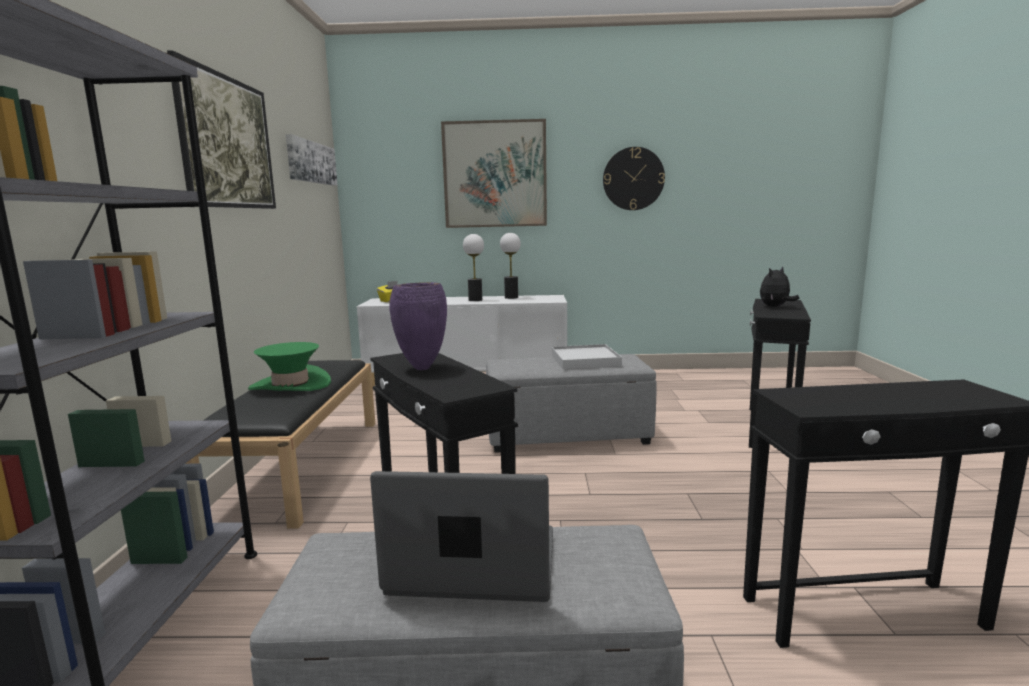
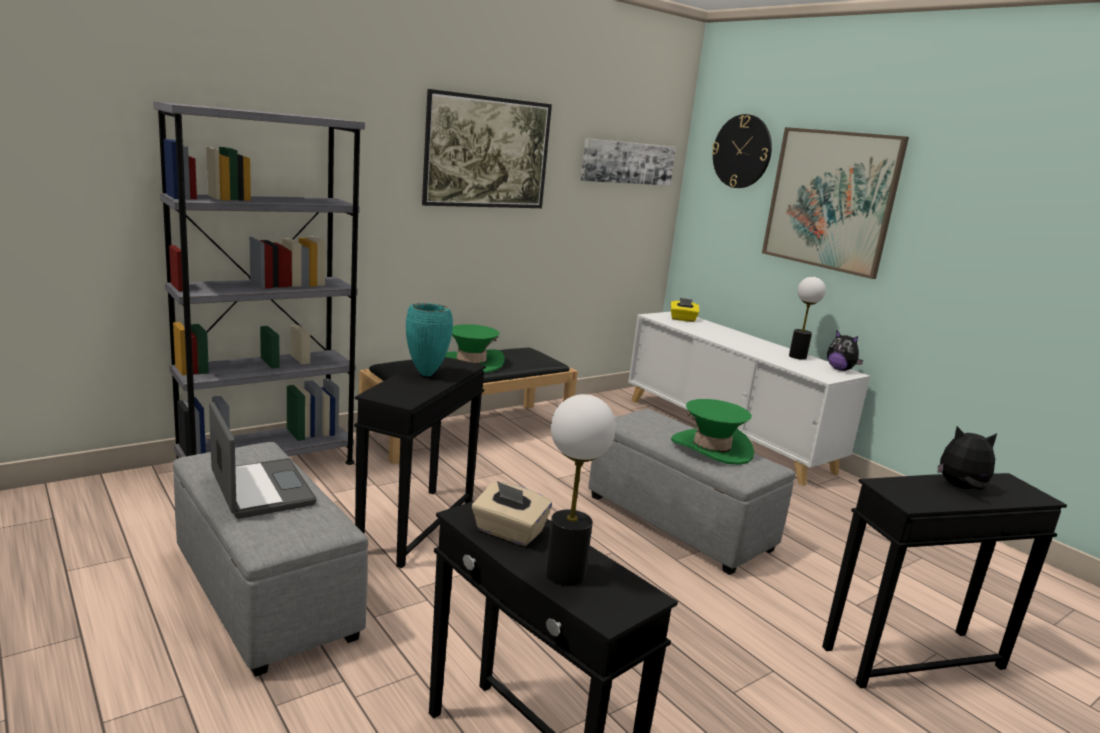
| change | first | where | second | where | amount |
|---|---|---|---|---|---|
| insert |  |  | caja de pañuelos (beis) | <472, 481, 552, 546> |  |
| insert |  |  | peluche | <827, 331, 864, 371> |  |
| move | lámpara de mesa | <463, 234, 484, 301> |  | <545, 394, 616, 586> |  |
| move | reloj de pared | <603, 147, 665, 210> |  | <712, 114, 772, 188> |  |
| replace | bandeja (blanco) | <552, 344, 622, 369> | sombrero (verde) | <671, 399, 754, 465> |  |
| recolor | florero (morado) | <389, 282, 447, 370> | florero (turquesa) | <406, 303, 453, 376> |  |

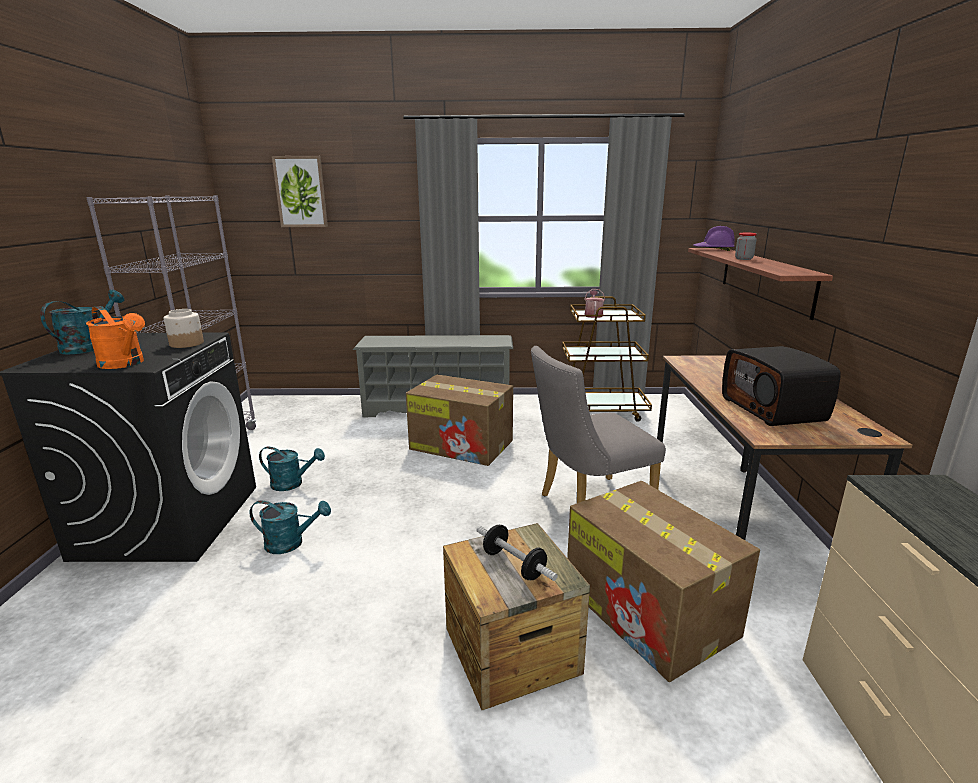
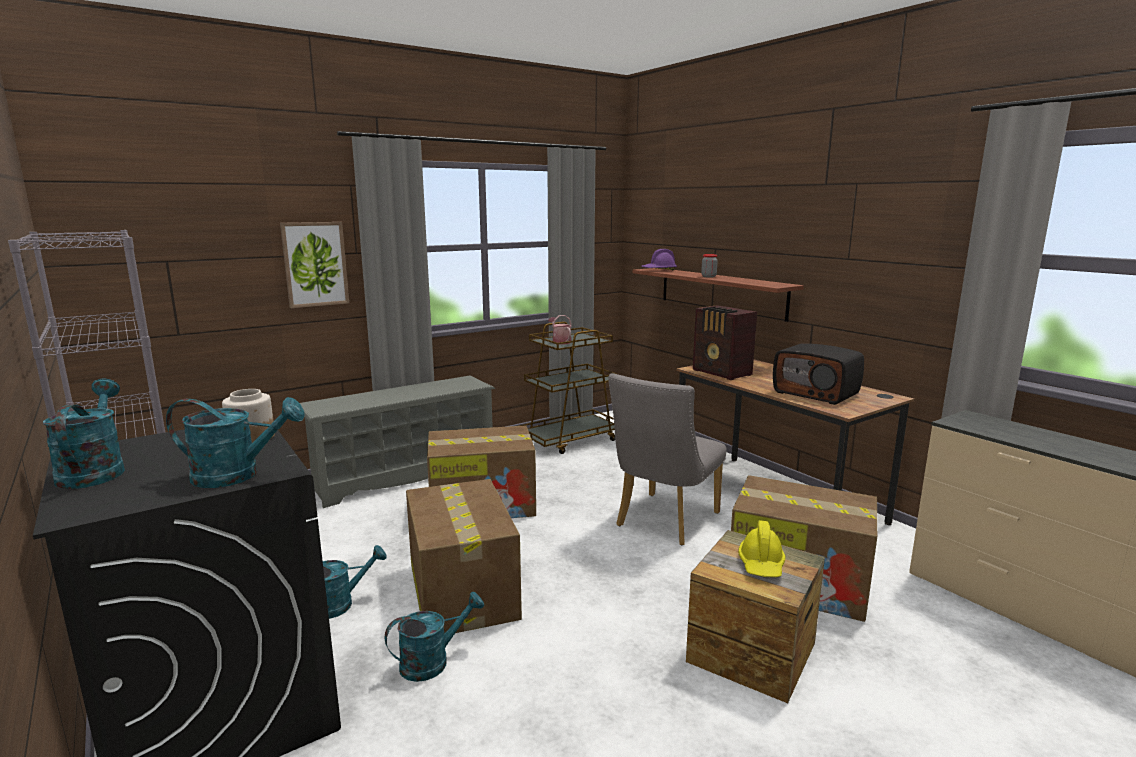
| change | first | where | second | where | amount |
|---|---|---|---|---|---|
| insert |  |  | caja de cartón | <406, 479, 522, 634> |  |
| insert |  |  | radio | <693, 305, 757, 380> |  |
| move | cuadro | <272, 156, 328, 227> |  | <280, 222, 349, 308> |  |
| replace | mancuerna | <476, 525, 558, 581> | casco (amarillo) | <738, 521, 785, 577> |  |
| recolor | regadera (naranja) | <86, 306, 145, 369> | regadera (turquesa) | <166, 397, 305, 488> |  |

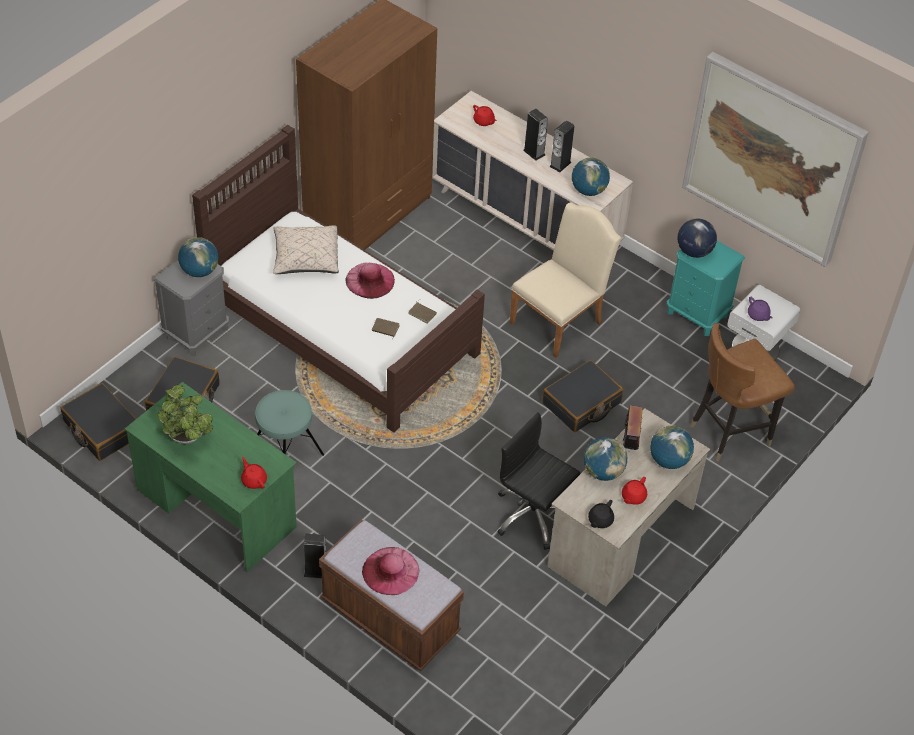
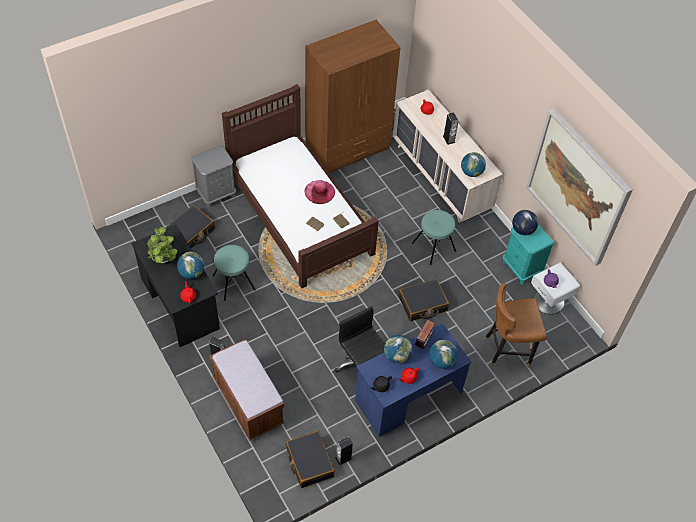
| change | first | where | second | where | amount |
|---|---|---|---|---|---|
| delete | cojín (beis) | <273, 225, 339, 274> |  |  |  |
| delete | sombrero (rosa) | <362, 547, 419, 595> |  |  |  |
| move | maleta (negro) | <60, 383, 136, 461> |  | <286, 431, 335, 488> |  |
| move | globo terráqueo | <178, 237, 218, 277> |  | <177, 252, 204, 279> |  |
| move | altavoz | <549, 120, 575, 172> |  | <335, 436, 353, 465> |  |
| replace | silla (beis) | <510, 202, 621, 358> | taburete (turquesa) | <412, 210, 456, 265> |  |
| recolor | escritorio (verde) | <125, 382, 297, 572> | escritorio (negro) | <131, 225, 220, 347> |  |
| recolor | escritorio (beis) | <547, 408, 710, 607> | escritorio (azul) | <355, 323, 472, 437> |  |

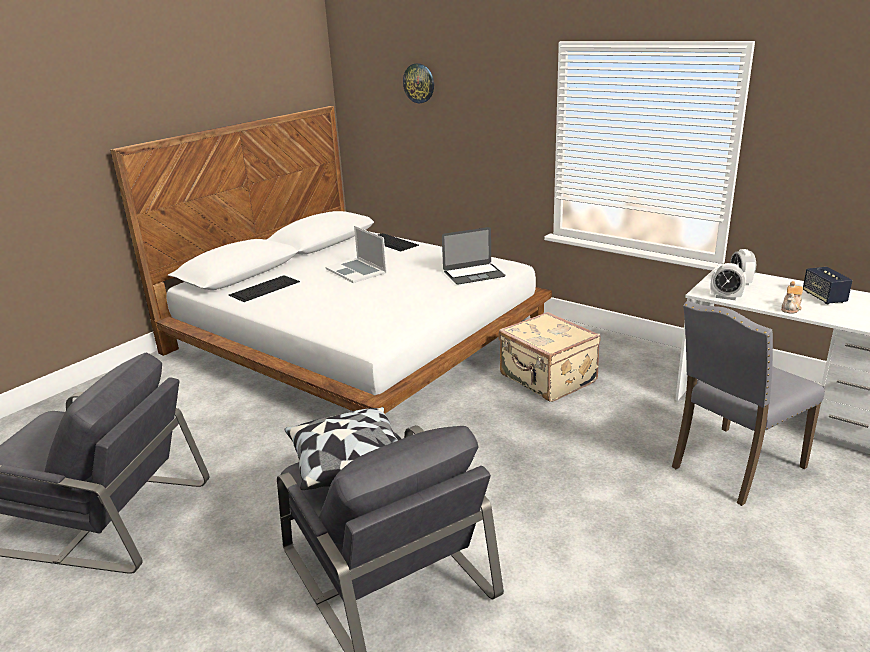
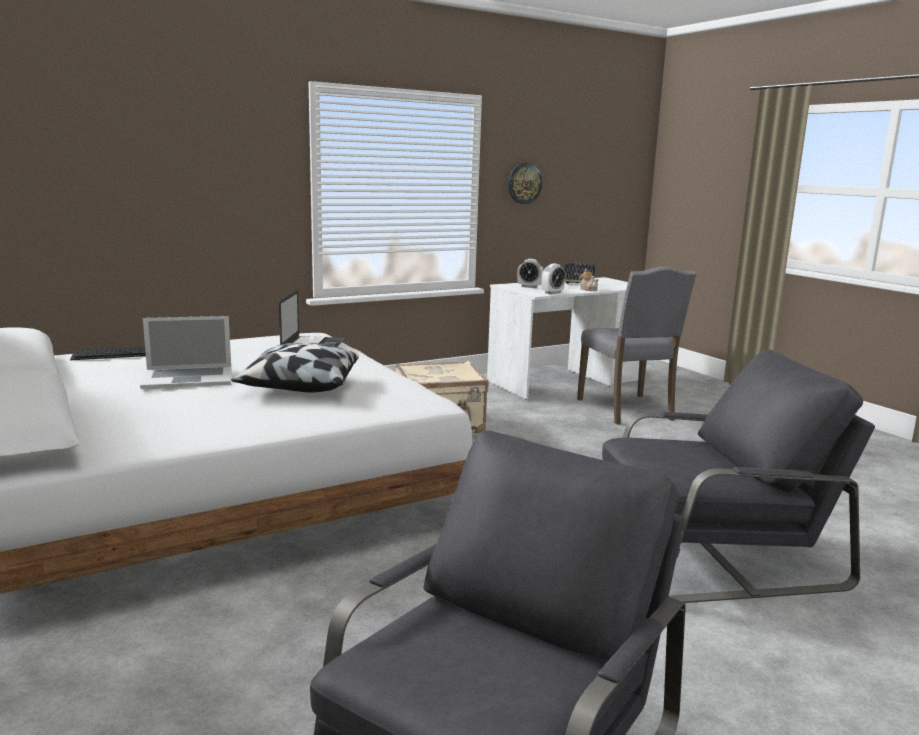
| change | first | where | second | where | amount |
|---|---|---|---|---|---|
| delete | teclado | <229, 275, 300, 302> |  |  |  |
| move | cojín | <284, 407, 398, 490> |  | <231, 343, 359, 392> |  |
| move | reloj de pared | <403, 63, 434, 103> |  | <508, 163, 542, 204> |  |

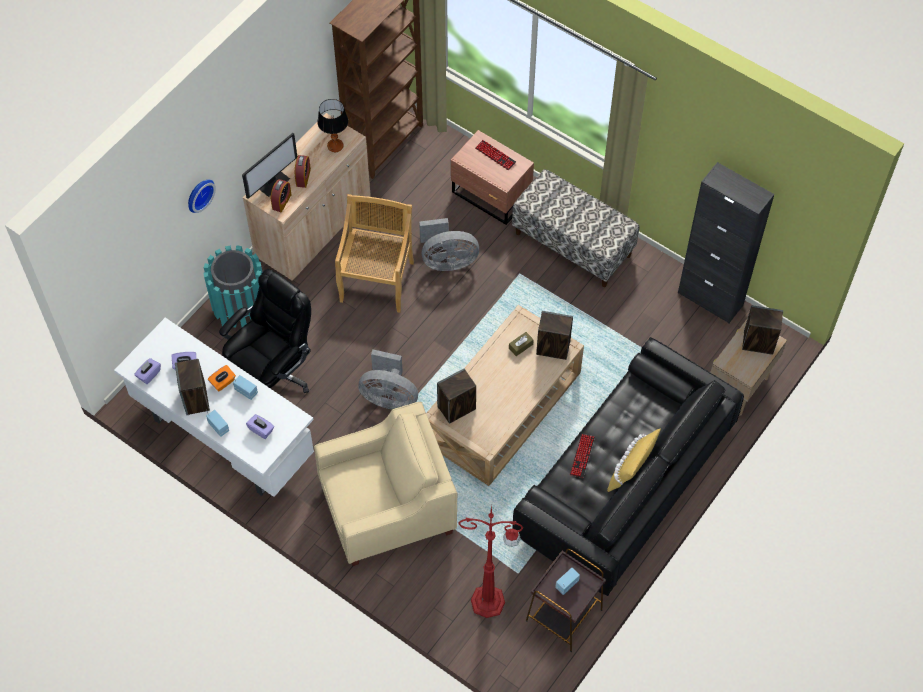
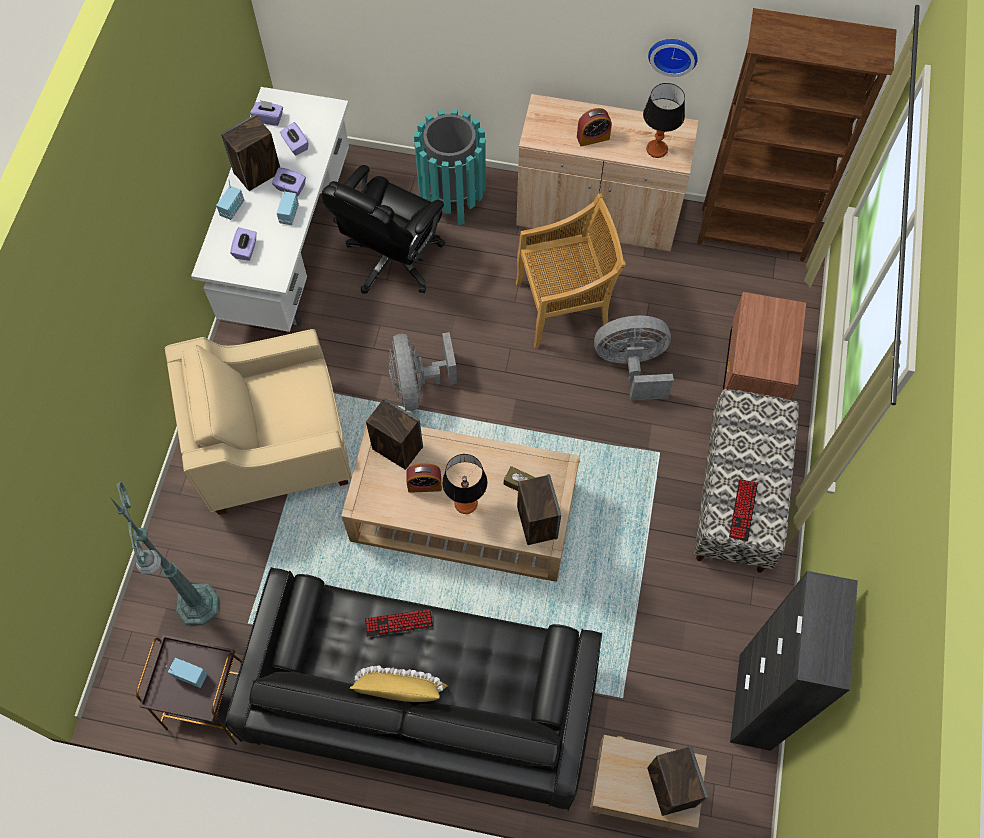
| change | first | where | second | where | amount |
|---|---|---|---|---|---|
| delete | monitor | <242, 133, 297, 199> |  |  |  |
| insert |  |  | lámpara de mesa | <442, 454, 487, 514> |  |
| move | reloj de pared | <188, 179, 216, 213> |  | <648, 39, 698, 77> |  |
| move | despertador | <271, 179, 292, 212> |  | <406, 463, 442, 493> |  |
| move | teclado | <475, 140, 516, 170> |  | <729, 479, 758, 541> |  |
| recolor | caja de pañuelos (naranja) | <208, 365, 236, 391> | caja de pañuelos (morado) | <272, 167, 306, 196> |  |
| recolor | lámpara de pie (rojo) | <458, 504, 523, 618> | lámpara de pie (verde) | <109, 482, 219, 625> |  |
| rotate | silla de oficina (negro) | <219, 269, 311, 393> |  | <321, 165, 445, 294> | 105 degrees clockwise |
| rotate | sillón (beis) | <314, 402, 457, 566> |  | <165, 329, 352, 515> | 120 degrees clockwise |
| rotate | ventilador (gris) | <419, 218, 479, 271> |  | <594, 316, 674, 401> | 120 degrees clockwise |

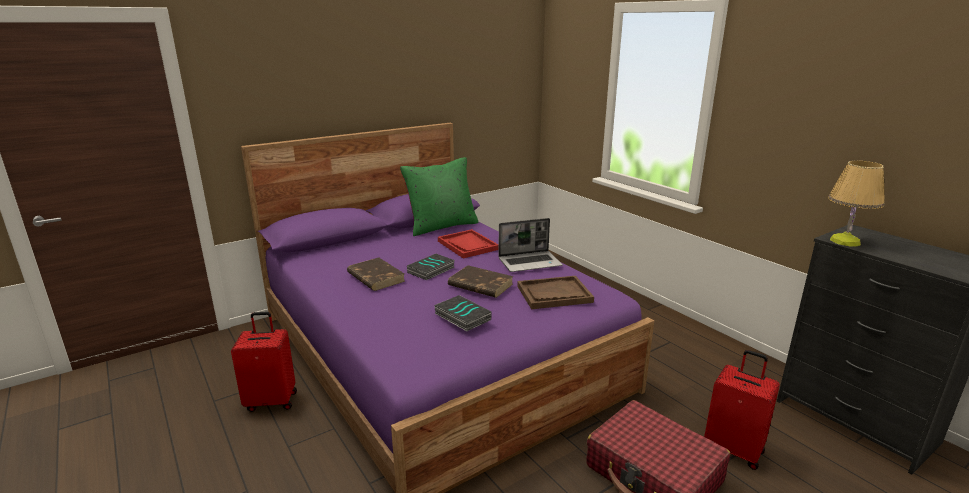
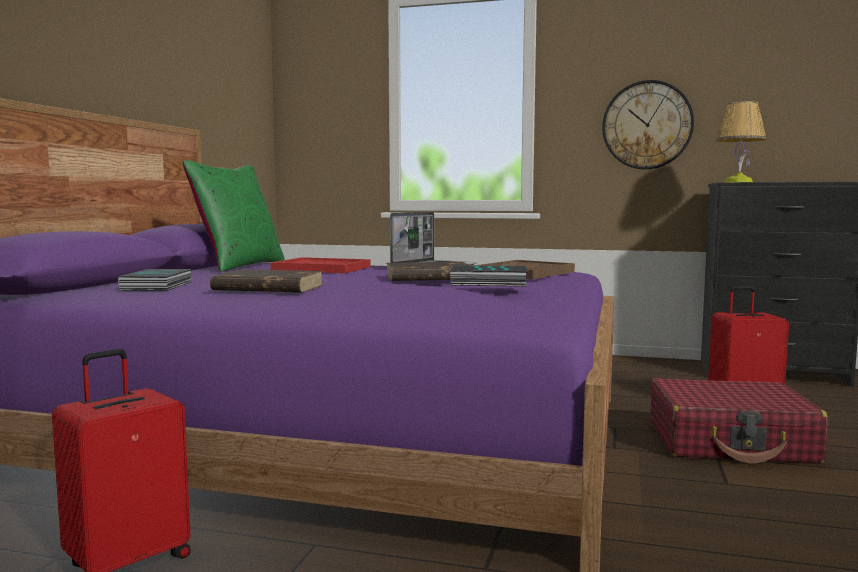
| change | first | where | second | where | amount |
|---|---|---|---|---|---|
| insert |  |  | reloj de pared | <602, 80, 694, 170> |  |
| move | libro | <407, 254, 455, 280> |  | <118, 269, 192, 291> |  |

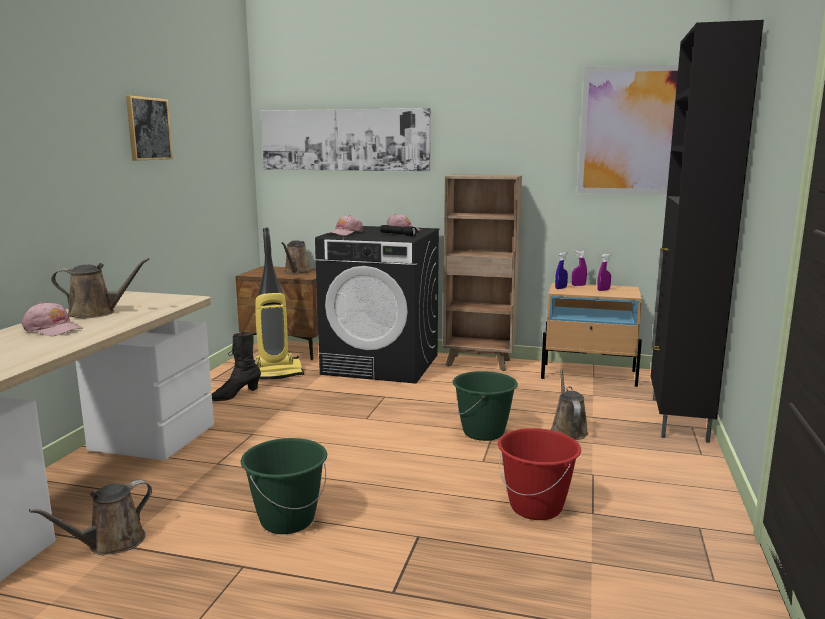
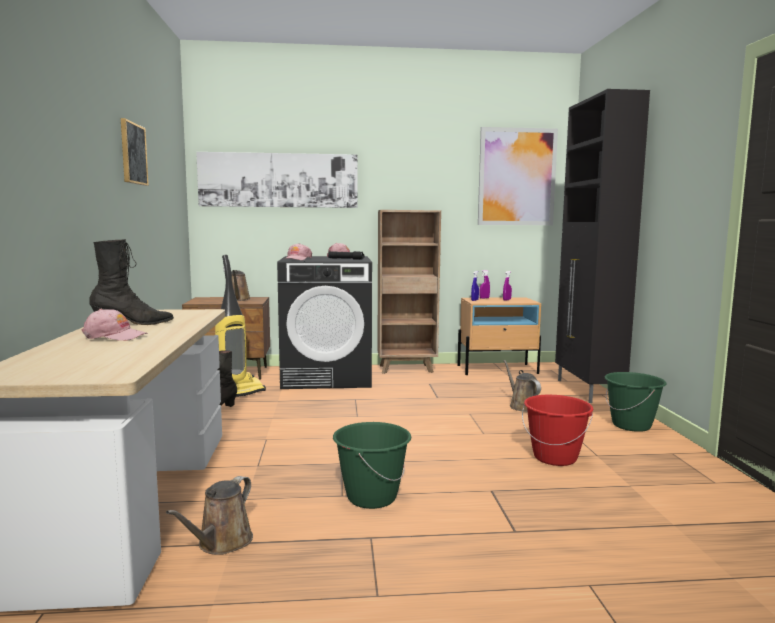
| change | first | where | second | where | amount |
|---|---|---|---|---|---|
| move | cubo (verde) | <453, 371, 518, 441> |  | <605, 372, 667, 432> |  |
| replace | regadera (marrón) | <51, 258, 150, 318> | bota (negro) | <89, 239, 174, 325> |  |

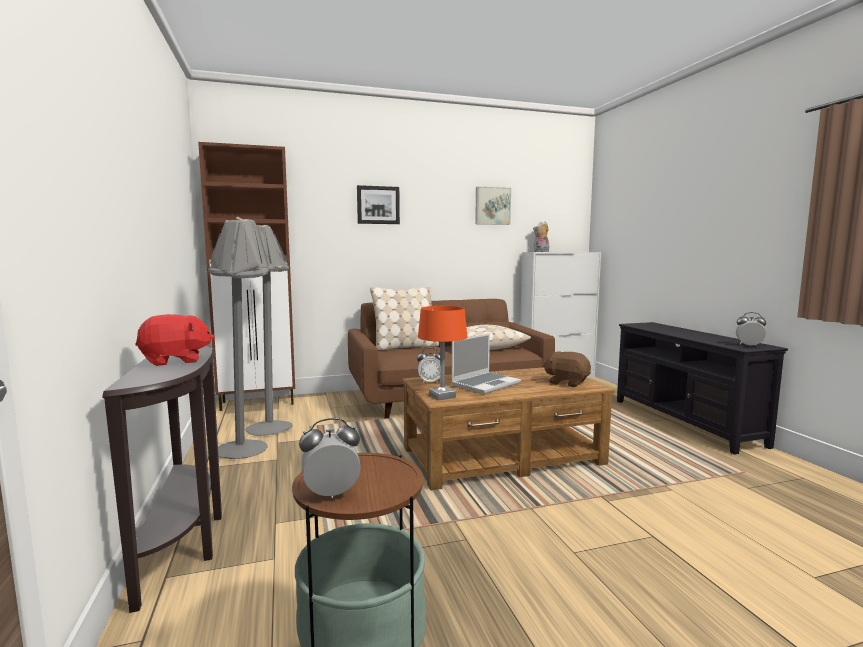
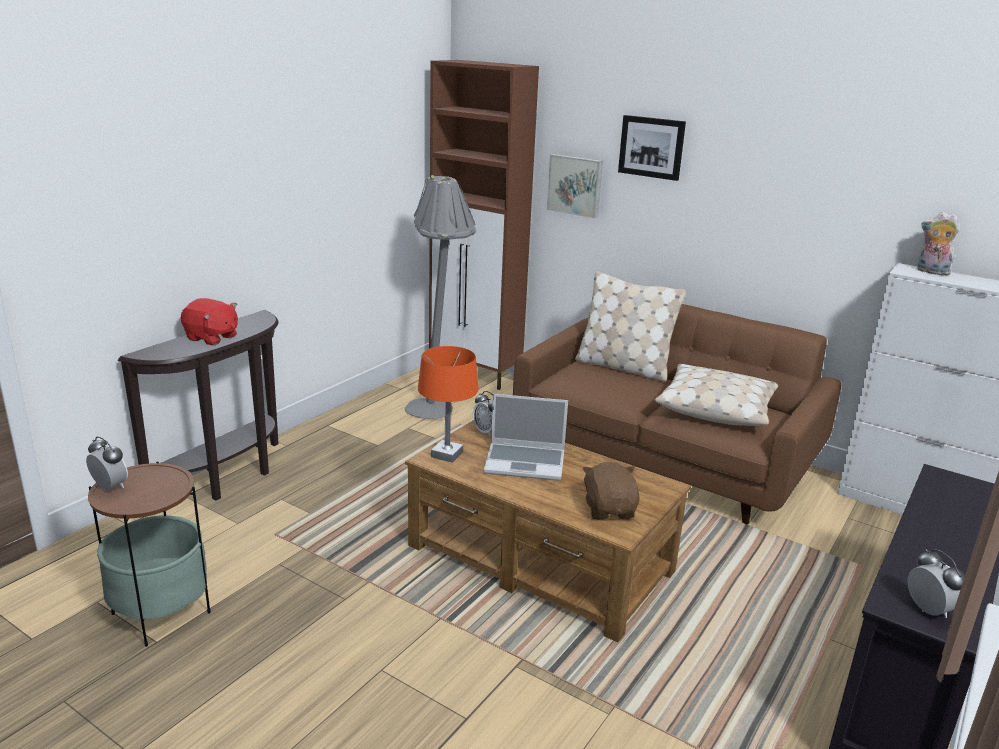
| change | first | where | second | where | amount |
|---|---|---|---|---|---|
| delete | lámpara de pie (gris) | <208, 217, 269, 459> |  |  |  |
| move | cuadro | <475, 187, 511, 225> |  | <547, 154, 603, 218> |  |

